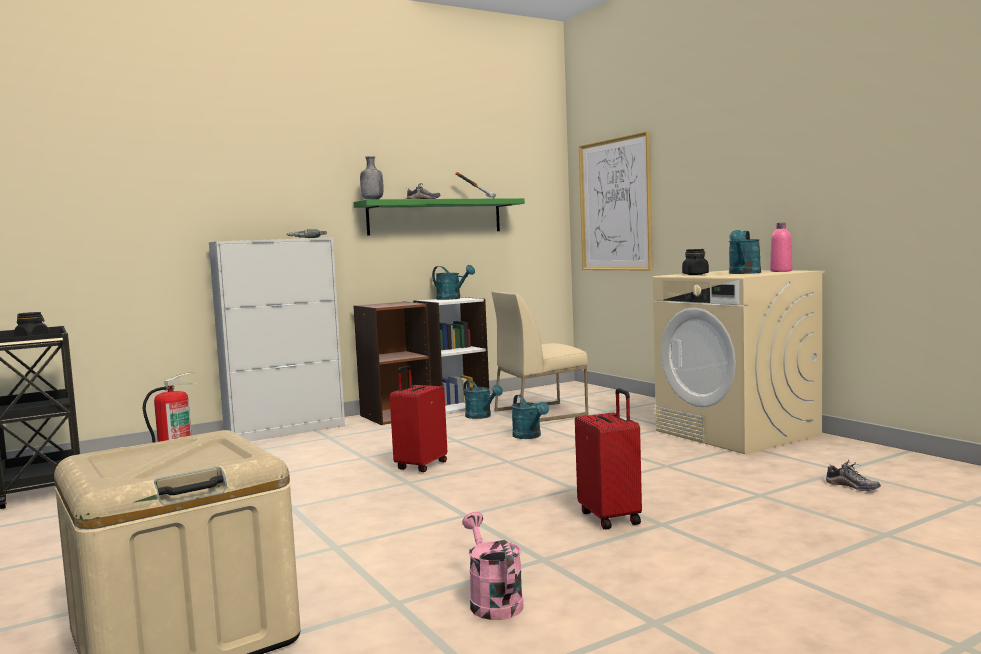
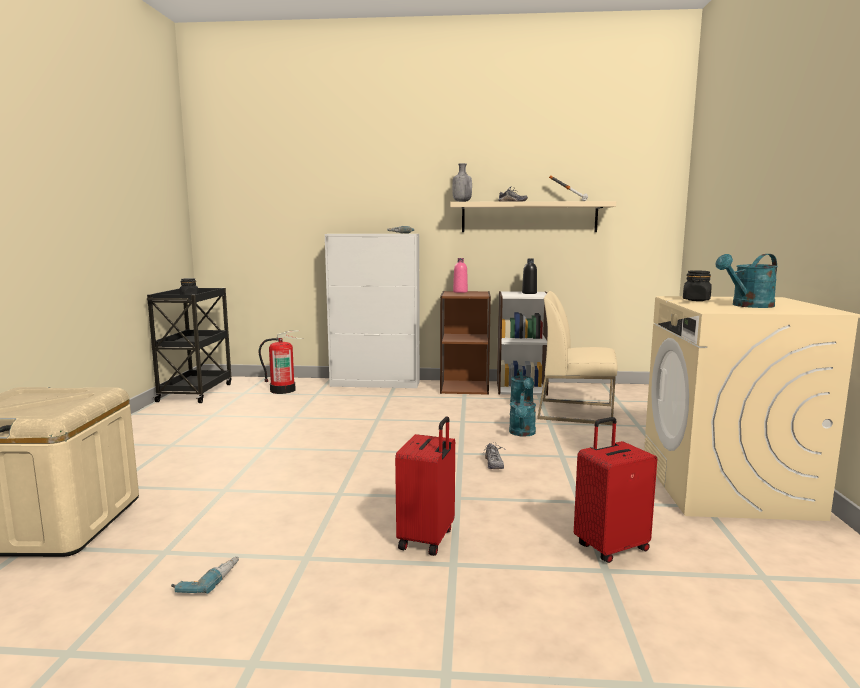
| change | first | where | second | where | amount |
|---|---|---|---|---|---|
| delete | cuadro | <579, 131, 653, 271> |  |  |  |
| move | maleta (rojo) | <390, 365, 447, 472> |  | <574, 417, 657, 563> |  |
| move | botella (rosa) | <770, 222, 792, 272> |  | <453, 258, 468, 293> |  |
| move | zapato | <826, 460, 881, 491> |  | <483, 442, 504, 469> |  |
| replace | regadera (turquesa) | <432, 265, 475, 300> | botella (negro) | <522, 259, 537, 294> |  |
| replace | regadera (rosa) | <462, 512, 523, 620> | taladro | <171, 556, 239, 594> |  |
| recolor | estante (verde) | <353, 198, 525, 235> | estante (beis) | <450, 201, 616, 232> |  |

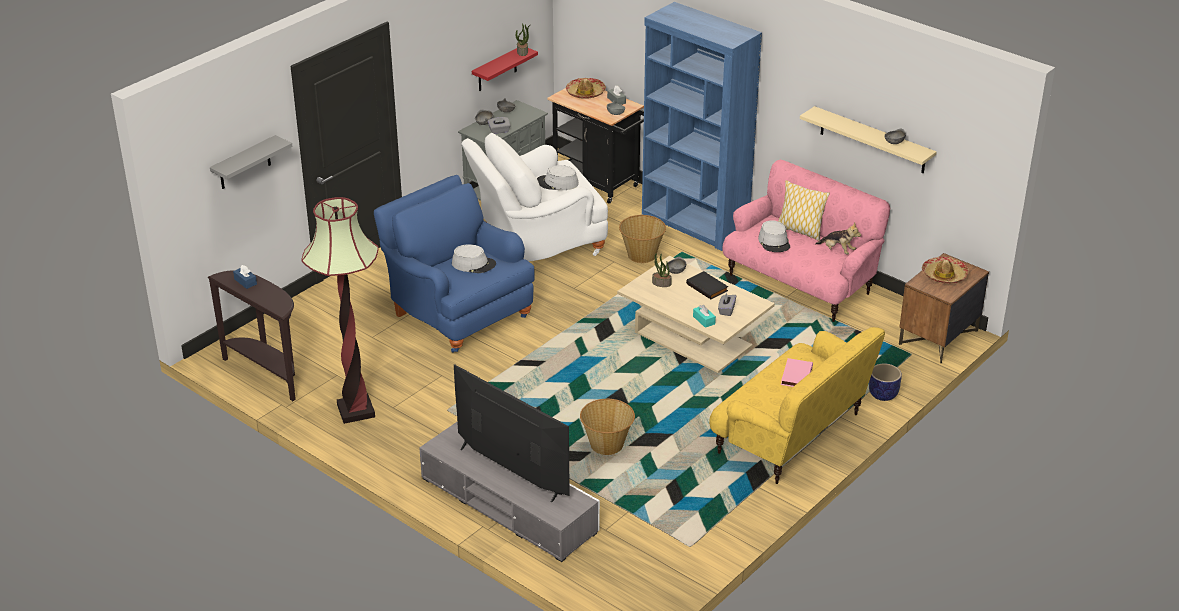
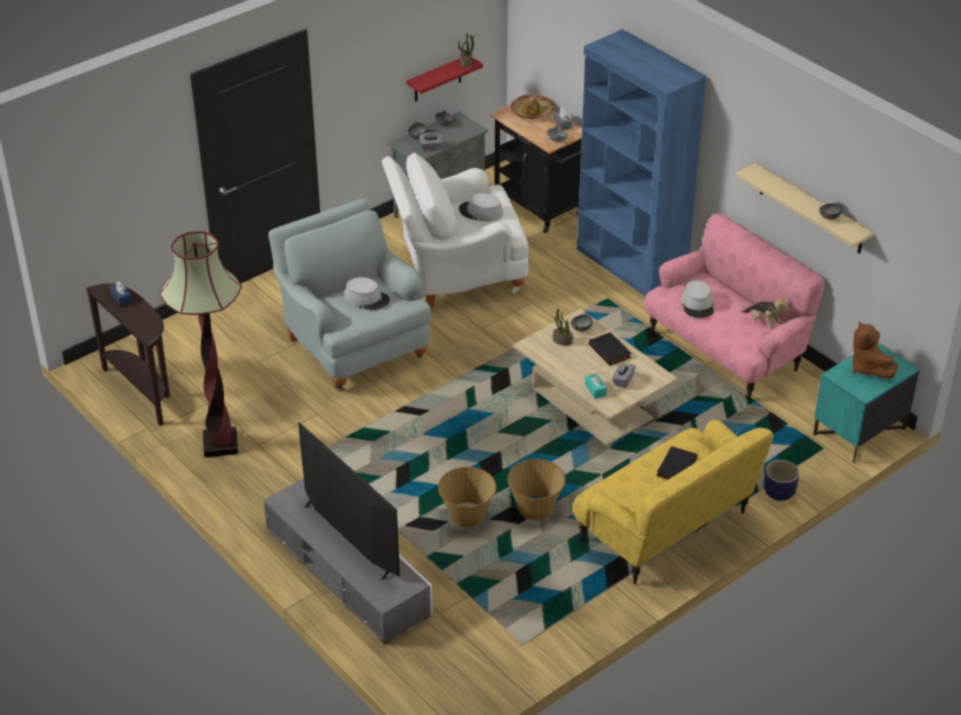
| change | first | where | second | where | amount |
|---|---|---|---|---|---|
| delete | estante (gris) | <210, 135, 292, 189> |  |  |  |
| delete | cojín | <778, 180, 830, 241> |  |  |  |
| move | cesta | <619, 215, 666, 263> |  | <507, 459, 566, 520> |  |
| replace | sombrero | <922, 257, 969, 284> | peluche (marrón) | <852, 320, 898, 379> |  |
| recolor | sillón (azul) | <374, 175, 535, 352> | sillón (gris) | <268, 198, 431, 389> |  |
| recolor | libro (rosa) | <781, 358, 813, 387> | libro (negro) | <657, 446, 697, 480> |  |
| recolor | mesita de noche (marrón) | <899, 253, 989, 363> | mesita de noche (turquesa) | <813, 343, 920, 463> |  |

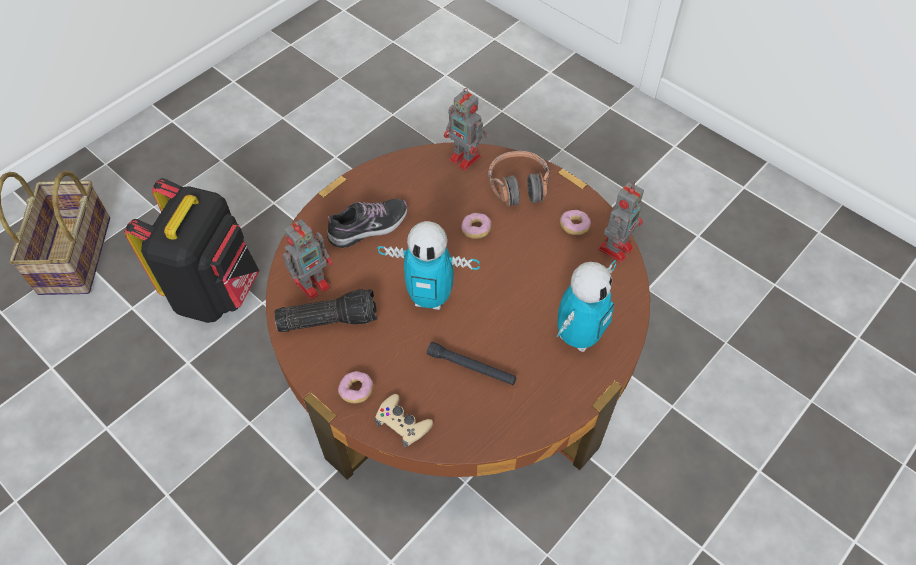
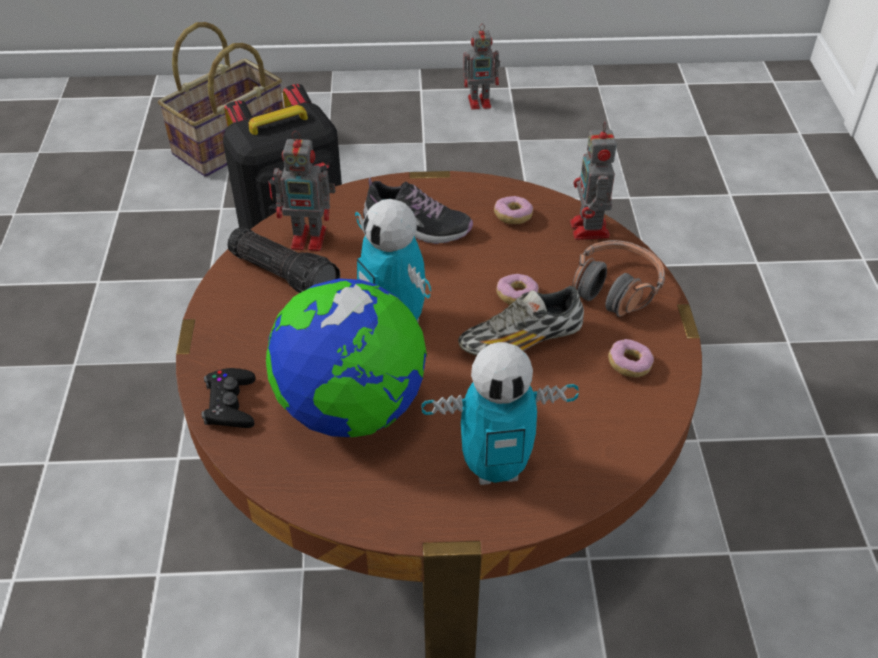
| change | first | where | second | where | amount |
|---|---|---|---|---|---|
| insert |  |  | zapato | <458, 286, 584, 356> |  |
| move | rosquilla | <338, 371, 373, 403> |  | <494, 196, 533, 224> |  |
| move | robot de juguete | <598, 182, 644, 263> |  | <463, 24, 500, 110> |  |
| replace | linterna (negro) | <427, 342, 517, 385> | globo terráqueo | <266, 278, 427, 437> |  |
| recolor | mando de consola (beis) | <375, 394, 433, 447> | mando de consola (negro) | <201, 368, 255, 428> |  |

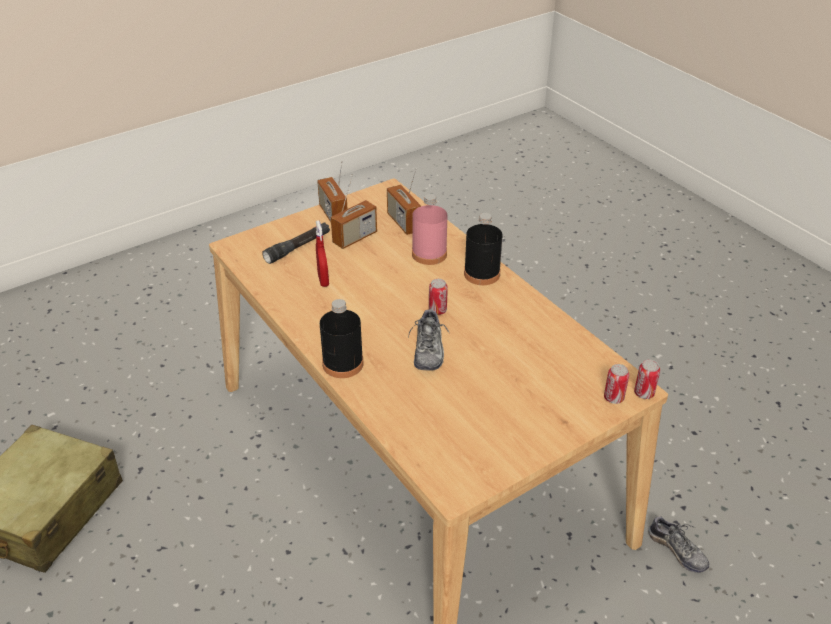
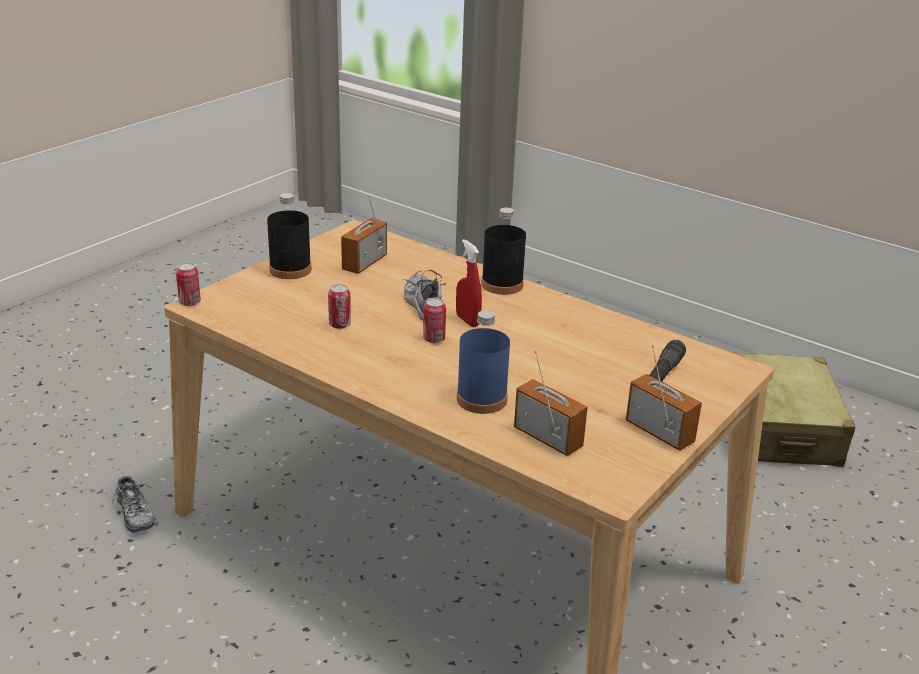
| change | first | where | second | where | amount |
|---|---|---|---|---|---|
| move | pulverizador (rojo) | <316, 220, 329, 287> |  | <456, 239, 482, 327> |  |
| move | radio | <331, 174, 377, 249> |  | <341, 196, 387, 274> |  |
| move | botella (negro) | <464, 213, 502, 285> |  | <267, 193, 311, 279> |  |
| move | lata | <604, 364, 629, 404> |  | <328, 284, 351, 329> |  |
| recolor | botella (rosa) | <412, 194, 447, 265> | botella (azul) | <457, 310, 510, 414> |  |
| rotate | zapato | <648, 514, 709, 573> |  | <112, 472, 155, 532> | 150 degrees counterclockwise |

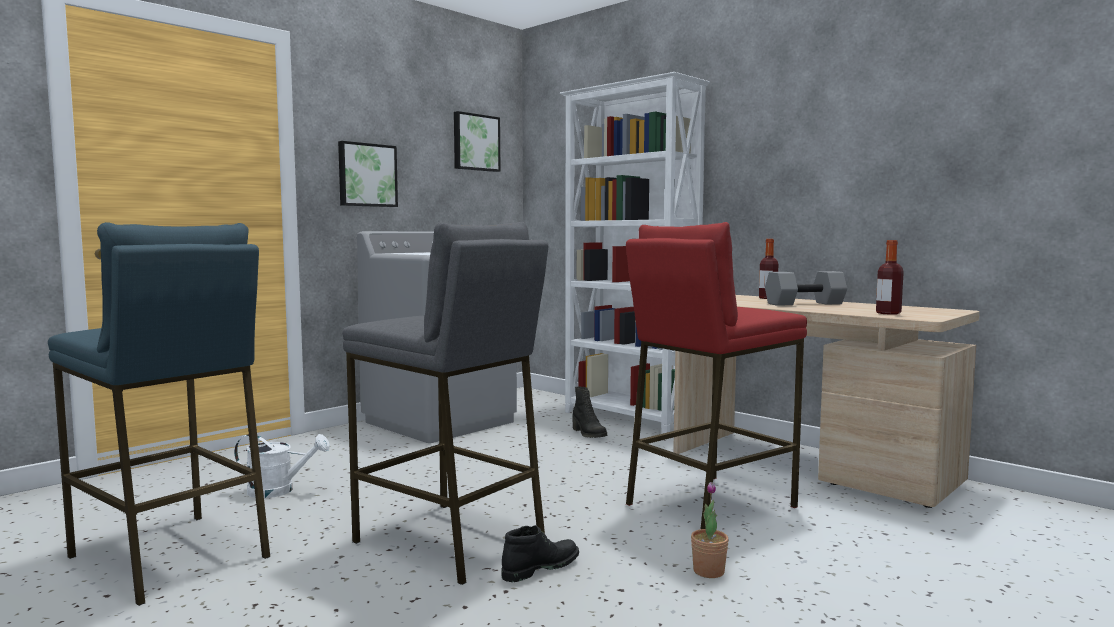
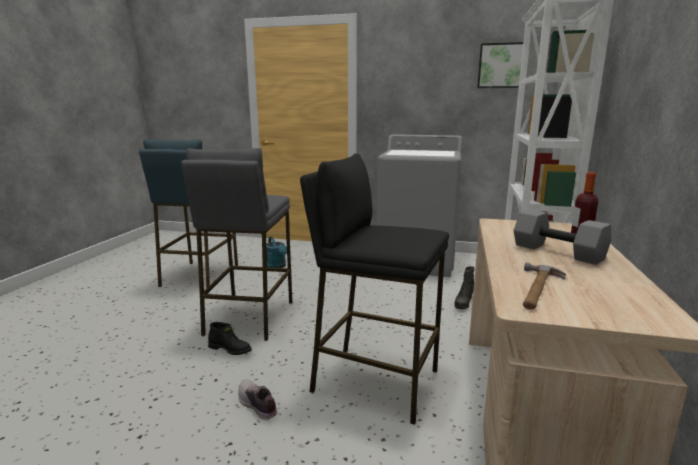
| change | first | where | second | where | amount |
|---|---|---|---|---|---|
| delete | cuadro | <338, 141, 398, 207> |  |  |  |
| replace | planta en maceta | <691, 482, 729, 578> | zapato | <238, 379, 277, 420> |  |
| replace | botella | <876, 240, 904, 315> | martillo | <523, 262, 566, 309> |  |
| recolor | regadera (blanco) | <234, 434, 330, 498> | regadera (turquesa) | <266, 236, 287, 268> |  |
| recolor | taburete (rojo) | <626, 222, 807, 529> | taburete (negro) | <300, 153, 449, 425> |  |

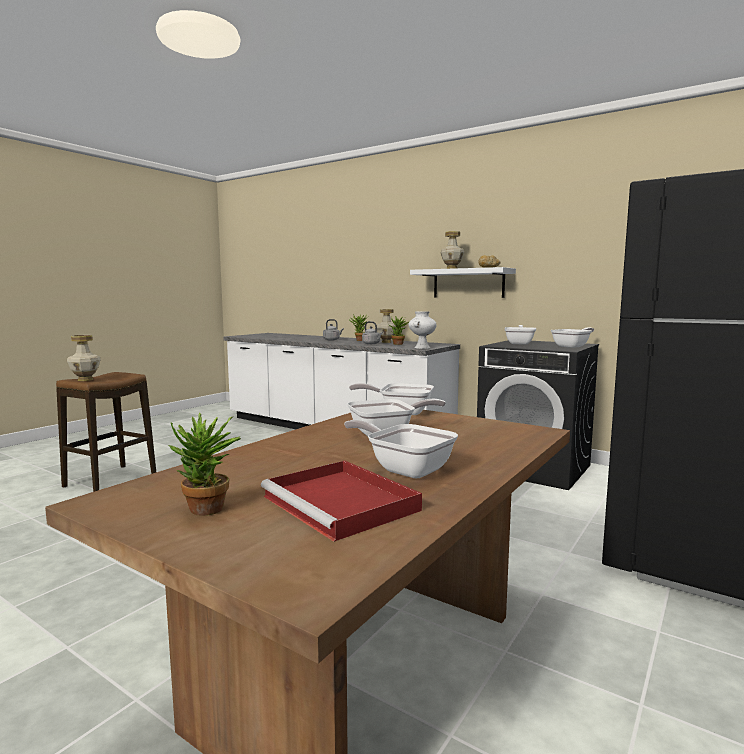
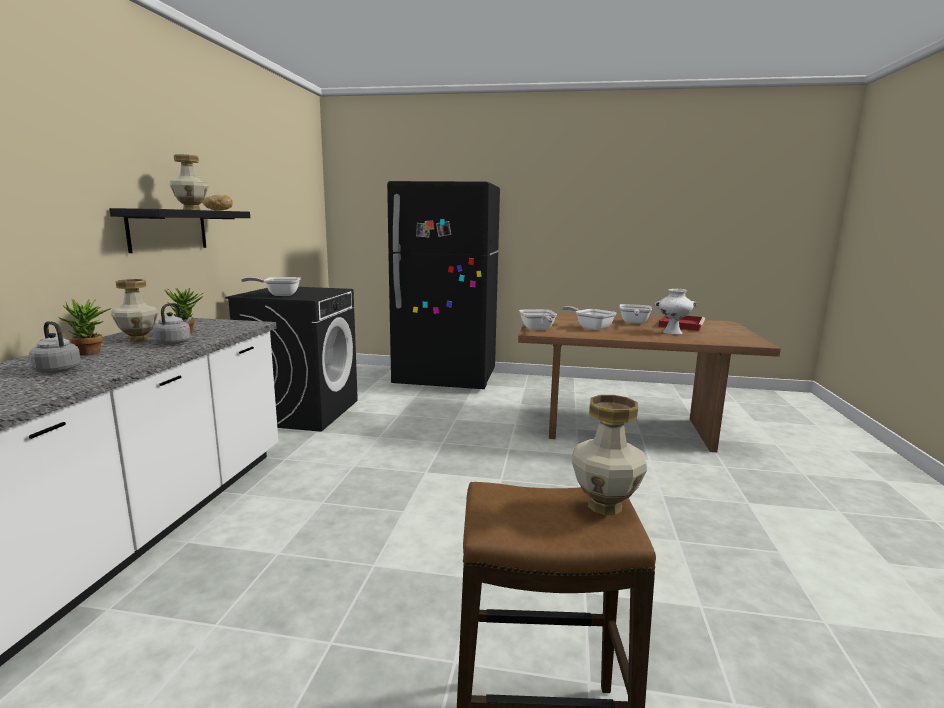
| change | first | where | second | where | amount |
|---|---|---|---|---|---|
| delete | planta en maceta | <169, 413, 241, 516> |  |  |  |
| delete | sartén | <551, 327, 594, 348> |  |  |  |
| move | florero (blanco) | <409, 311, 437, 349> |  | <655, 289, 697, 335> |  |
| recolor | estante (blanco) | <410, 267, 516, 298> | estante (negro) | <109, 208, 250, 253> |  |

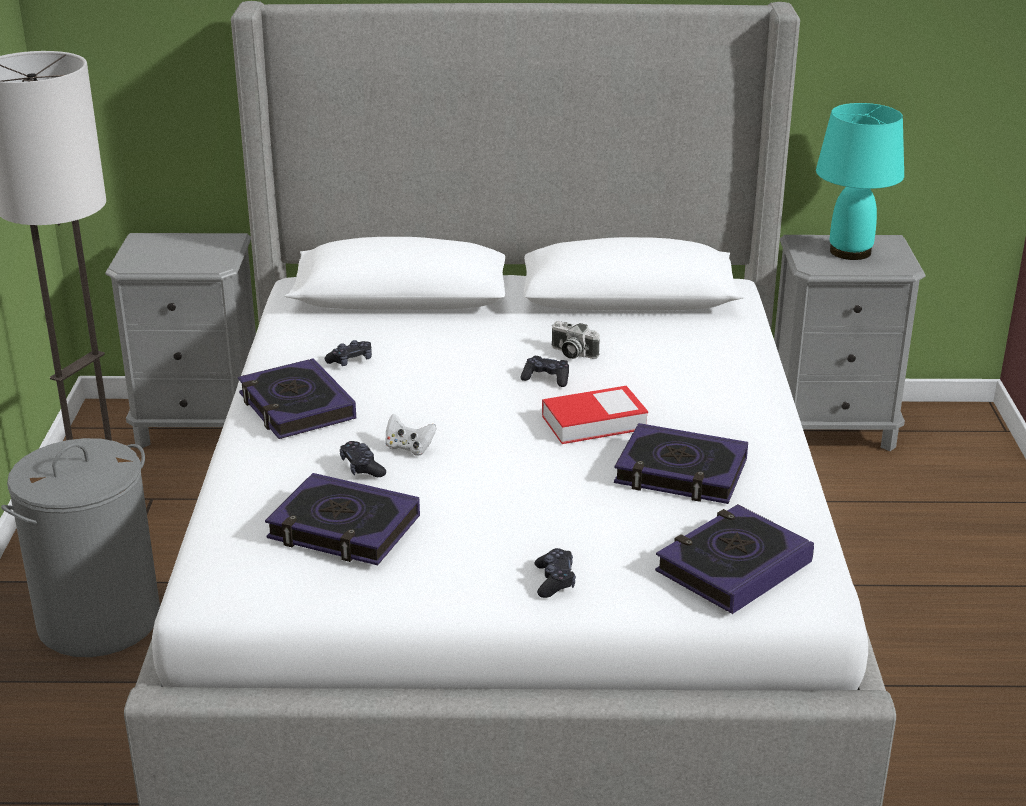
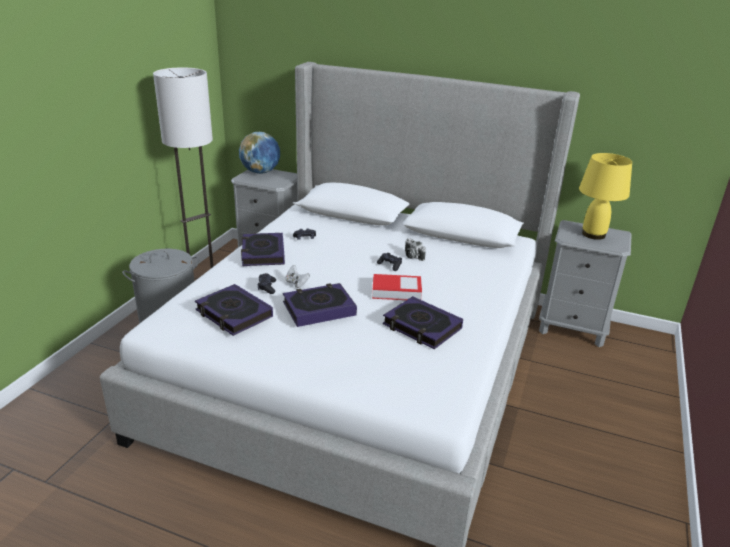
| change | first | where | second | where | amount |
|---|---|---|---|---|---|
| delete | mando de consola (negro) | <534, 548, 576, 598> |  |  |  |
| insert |  |  | globo terráqueo | <239, 132, 280, 174> |  |
| move | libro | <655, 504, 814, 614> |  | <283, 283, 357, 327> |  |
| recolor | lámpara de mesa (turquesa) | <816, 103, 904, 260> | lámpara de mesa (amarillo) | <579, 153, 632, 240> |  |

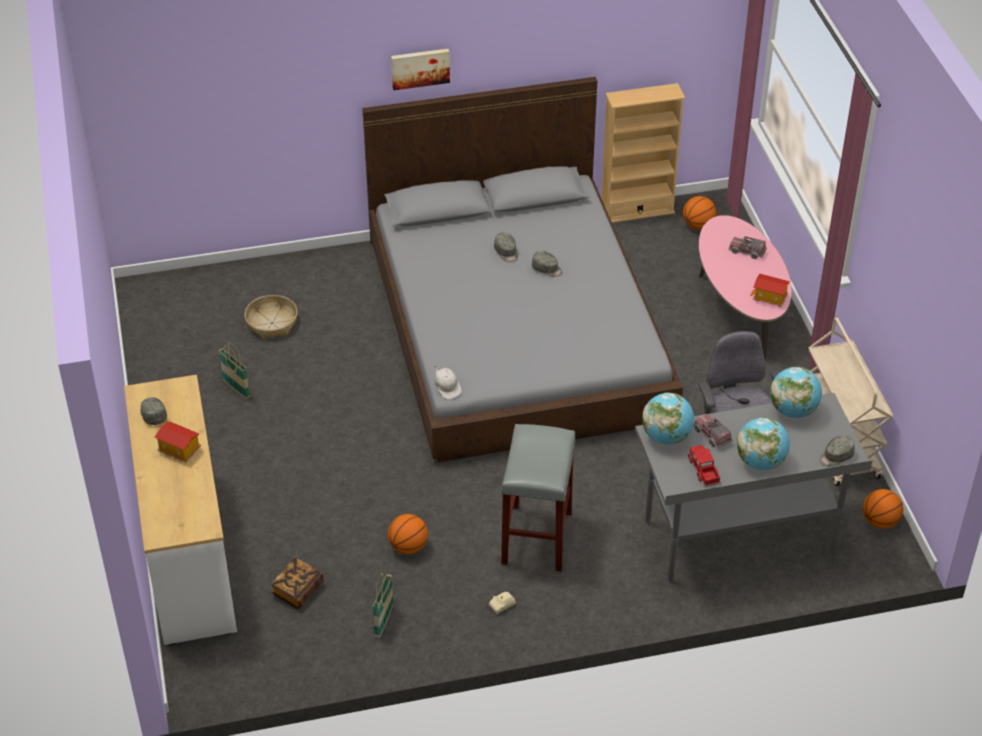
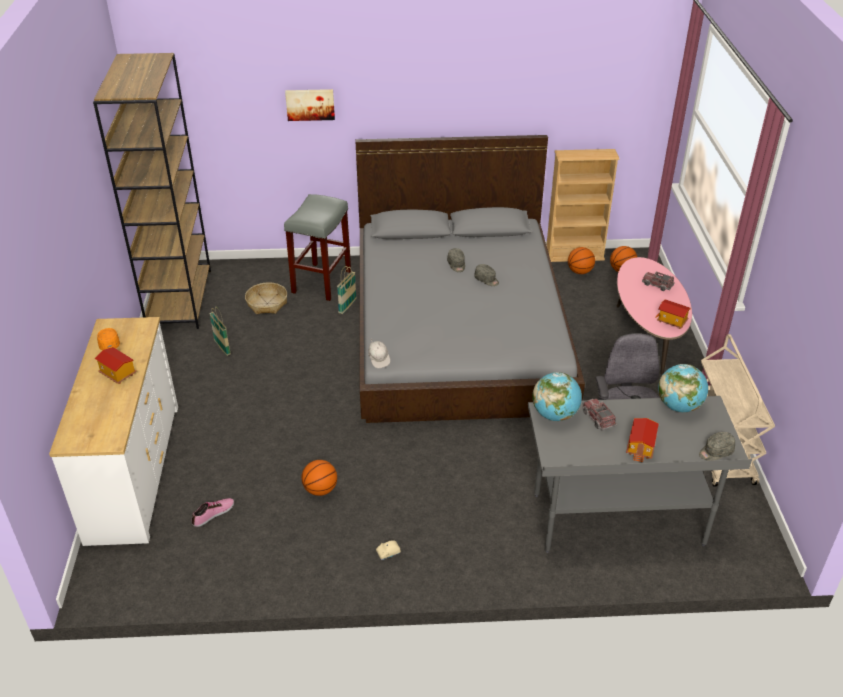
| change | first | where | second | where | amount |
|---|---|---|---|---|---|
| delete | camión de juguete | <688, 445, 720, 487> |  |  |  |
| insert |  |  | estantería (marrón) | <93, 53, 211, 329> |  |
| move | cesta | <373, 573, 394, 638> |  | <337, 266, 357, 314> |  |
| move | cuadro | <391, 49, 450, 90> |  | <285, 89, 335, 121> |  |
| move | taburete (gris) | <501, 424, 576, 572> |  | <284, 194, 351, 301> |  |
| move | balón de baloncesto | <863, 489, 903, 529> |  | <568, 247, 595, 274> |  |
| replace | libro | <271, 558, 323, 609> | zapato | <192, 498, 234, 527> |  |
| replace | globo terráqueo | <737, 417, 790, 470> | casita | <626, 418, 659, 463> |  |
| recolor | gorra (gris) | <140, 397, 167, 425> | gorra (naranja) | <97, 328, 120, 350> |  |

